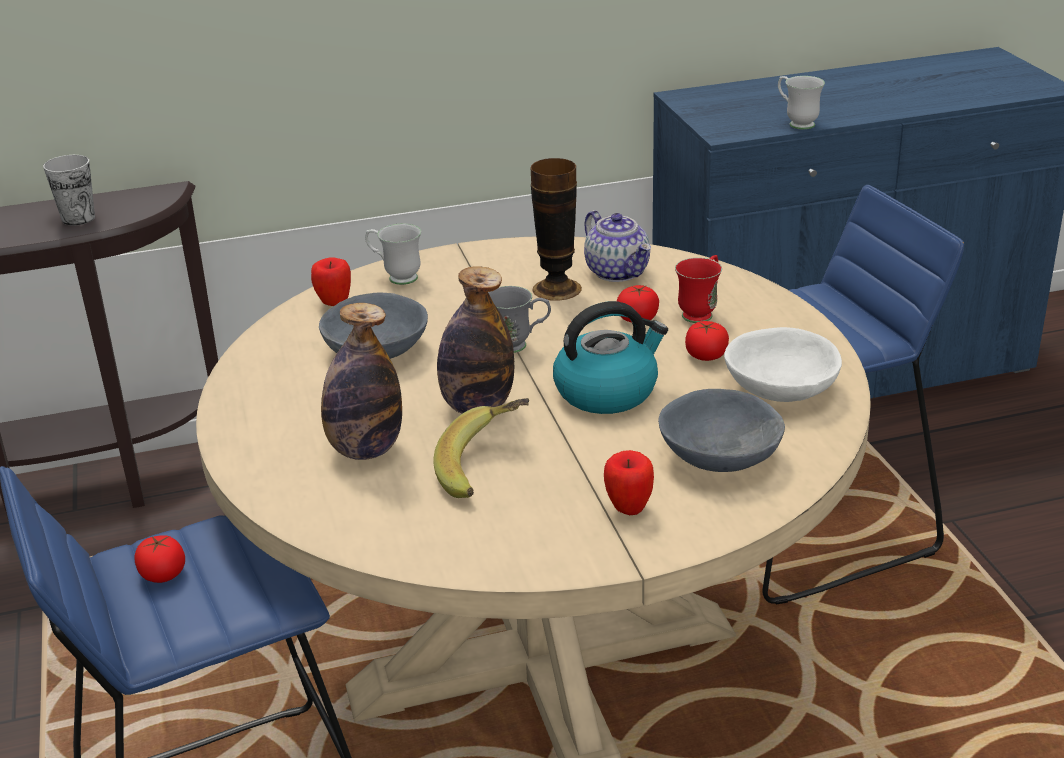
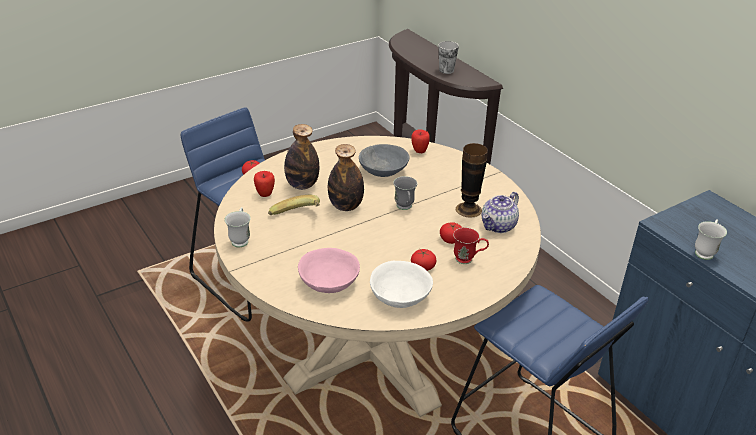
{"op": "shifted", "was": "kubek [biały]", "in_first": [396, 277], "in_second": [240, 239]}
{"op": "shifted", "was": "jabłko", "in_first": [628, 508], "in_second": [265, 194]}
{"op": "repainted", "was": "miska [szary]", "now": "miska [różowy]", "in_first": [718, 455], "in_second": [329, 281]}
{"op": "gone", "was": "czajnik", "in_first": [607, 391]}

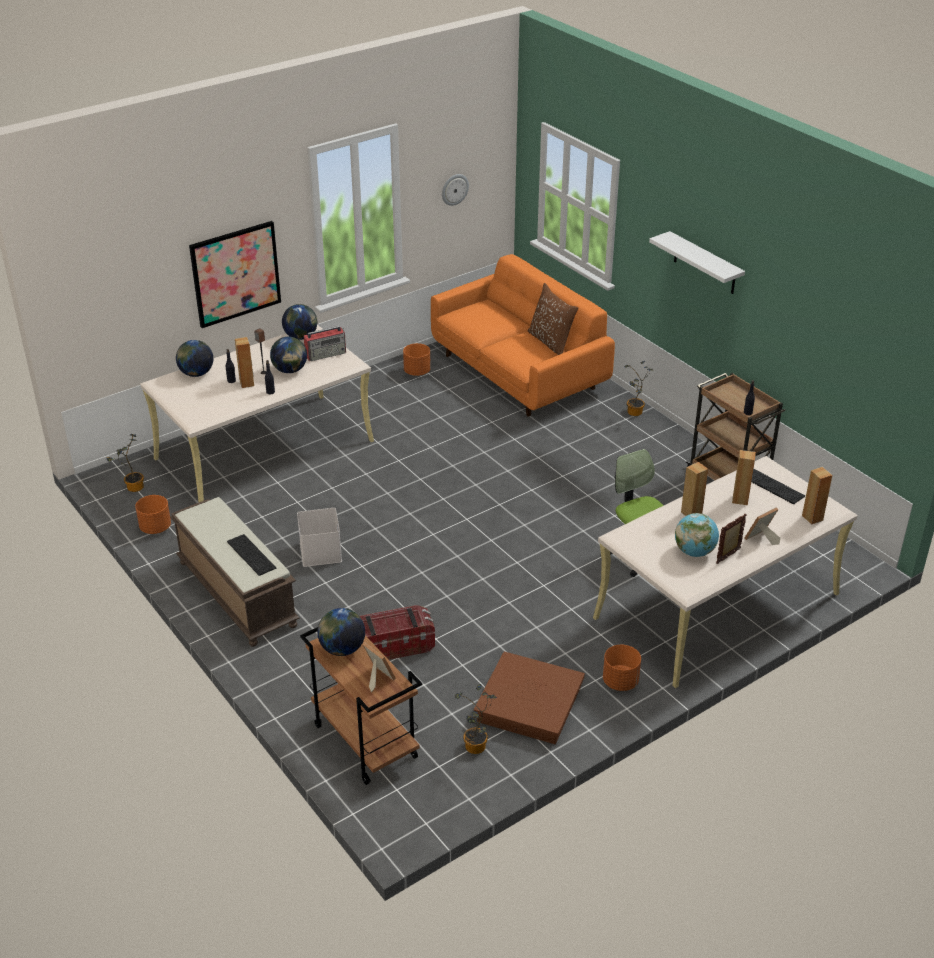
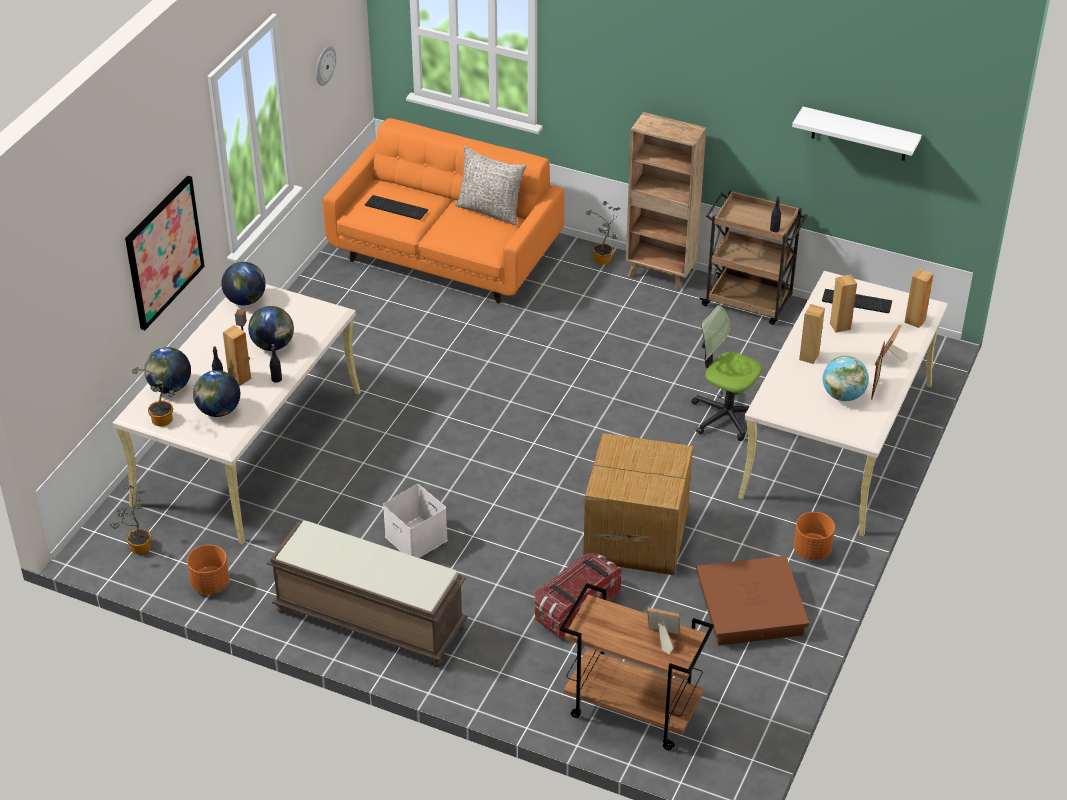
{"op": "shifted", "was": "roślina doniczkowa", "in_first": [475, 749], "in_second": [163, 421]}
{"op": "shifted", "was": "globus", "in_first": [342, 649], "in_second": [218, 411]}
{"op": "shifted", "was": "klawiatura", "in_first": [250, 555], "in_second": [395, 208]}
{"op": "repainted", "was": "poduszka [brązowy]", "now": "poduszka [szary]", "in_first": [551, 342], "in_second": [490, 210]}
{"op": "new", "now": "karton", "in_second": [635, 534]}
{"op": "new", "now": "regał [brązowy]", "in_second": [660, 275]}
{"op": "shifted", "was": "półka [biały]", "in_first": [705, 263], "in_second": [859, 134]}
{"op": "gone", "was": "radio", "in_first": [326, 354]}
{"op": "gone", "was": "donica [pomarańczowy]", "in_first": [417, 372]}

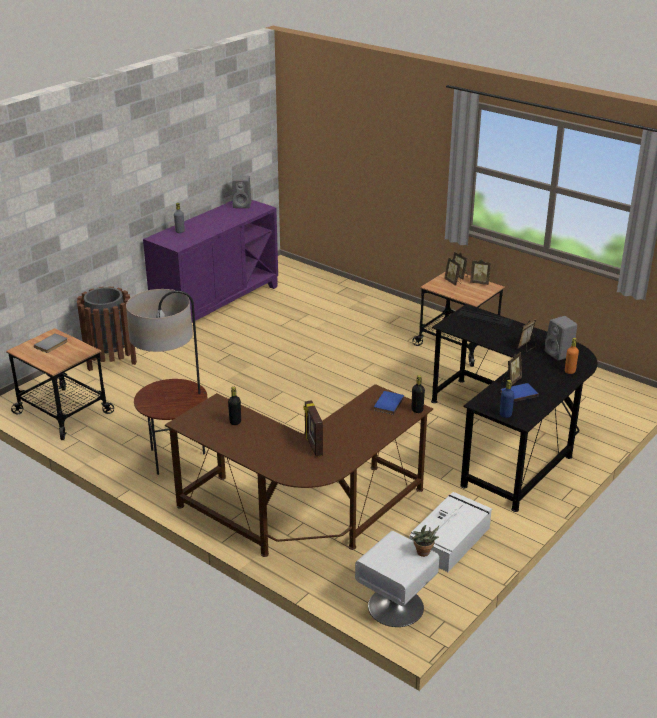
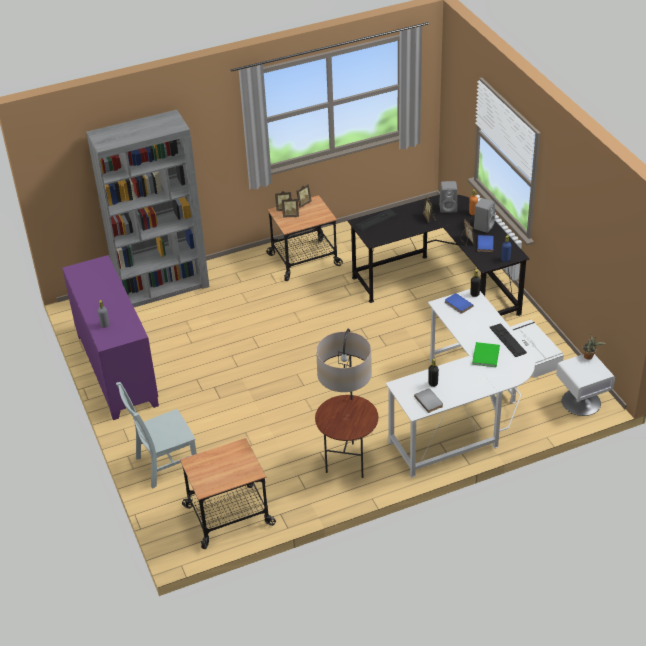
{"op": "new", "now": "regał [szary]", "in_second": [162, 287]}
{"op": "swapped", "was": "kosz na śmieci [brązowy]", "now": "krzesło [szary]", "in_first": [111, 361], "in_second": [164, 464]}
{"op": "repainted", "was": "biurko [brązowy]", "now": "biurko [biały]", "in_first": [304, 515], "in_second": [464, 413]}
{"op": "shifted", "was": "książka [szary]", "in_first": [52, 344], "in_second": [429, 401]}
{"op": "swapped", "was": "ramka na zdjęcie", "now": "książka [zielony]", "in_first": [313, 445], "in_second": [486, 355]}
{"op": "shifted", "was": "głośnik [szary]", "in_first": [242, 205], "in_second": [484, 226]}
{"op": "new", "now": "klawiatura", "in_second": [508, 340]}

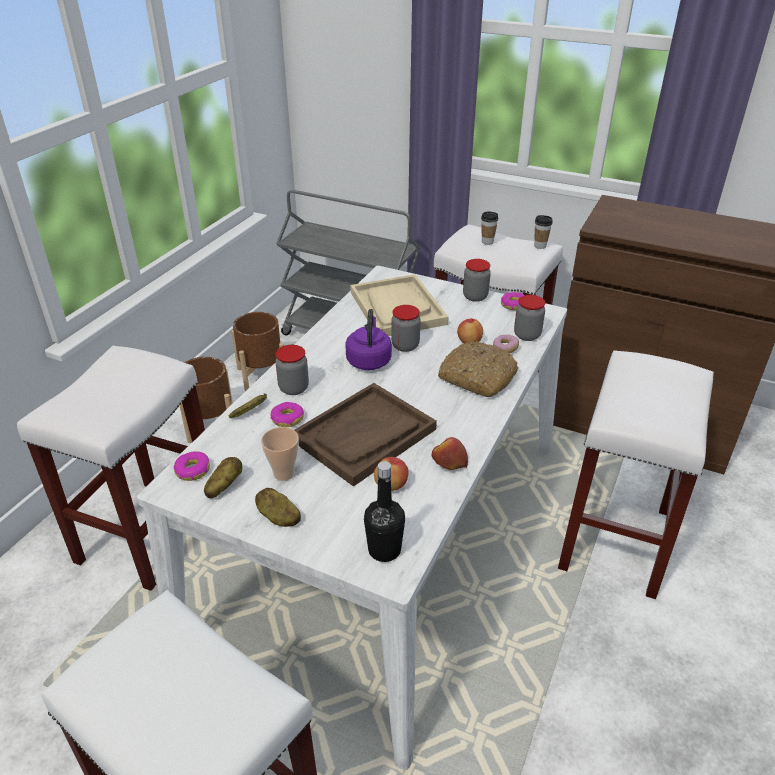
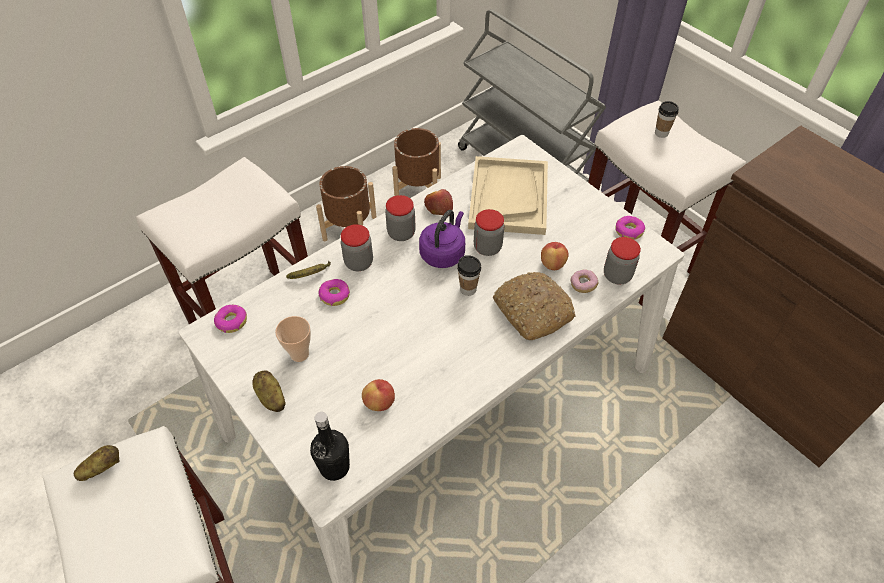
{"op": "shifted", "was": "ziemniak", "in_first": [224, 486], "in_second": [101, 468]}
{"op": "shifted", "was": "słoik", "in_first": [475, 296], "in_second": [401, 233]}
{"op": "shifted", "was": "jabłko", "in_first": [449, 462], "in_second": [438, 208]}
{"op": "shifted", "was": "filiżanka", "in_first": [540, 246], "in_second": [468, 289]}
{"op": "gone", "was": "taca [brązowy]", "in_first": [364, 435]}
{"op": "gone", "was": "stołek [biały]", "in_first": [616, 540]}

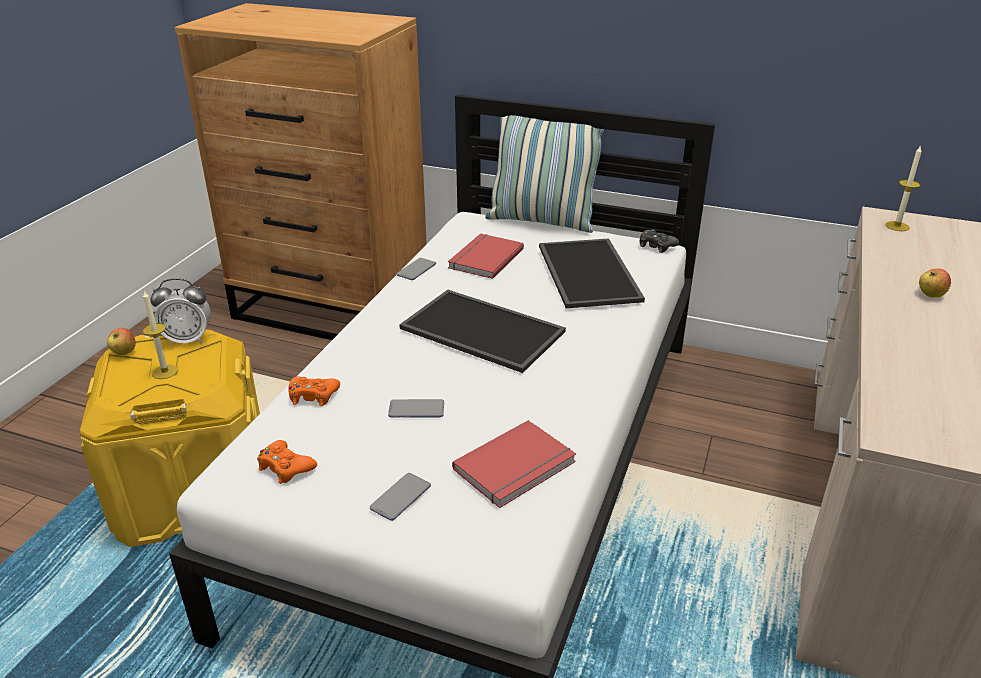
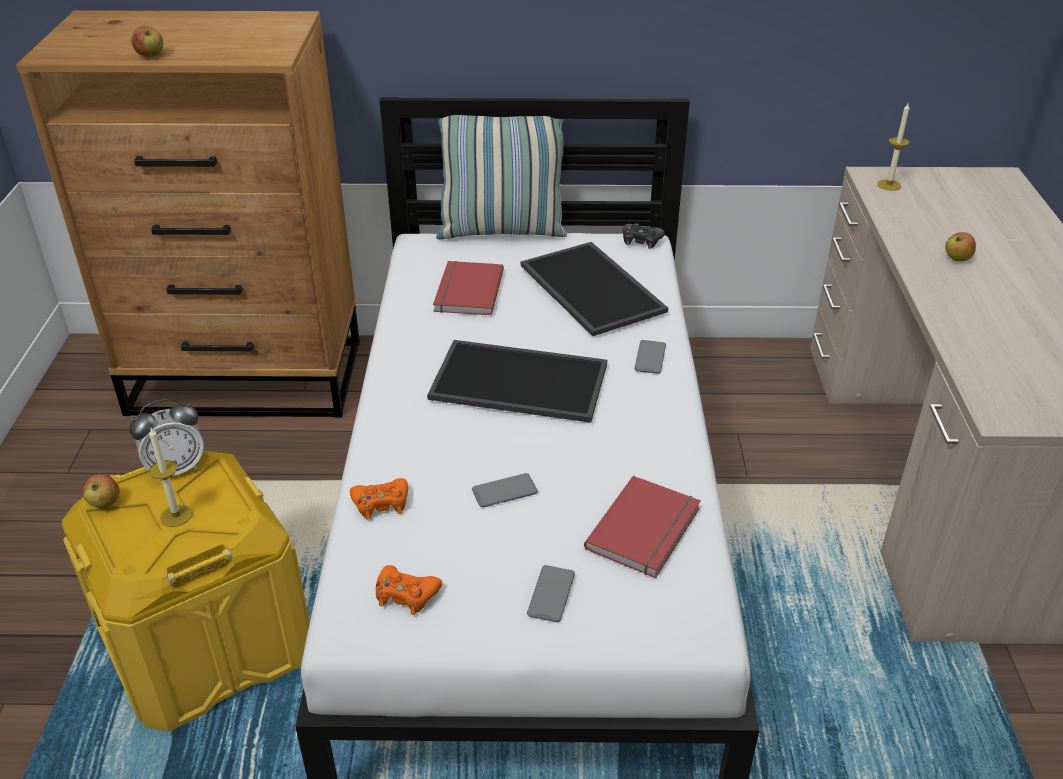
{"op": "new", "now": "jabłko", "in_second": [150, 55]}
{"op": "shifted", "was": "telefon", "in_first": [416, 270], "in_second": [650, 358]}

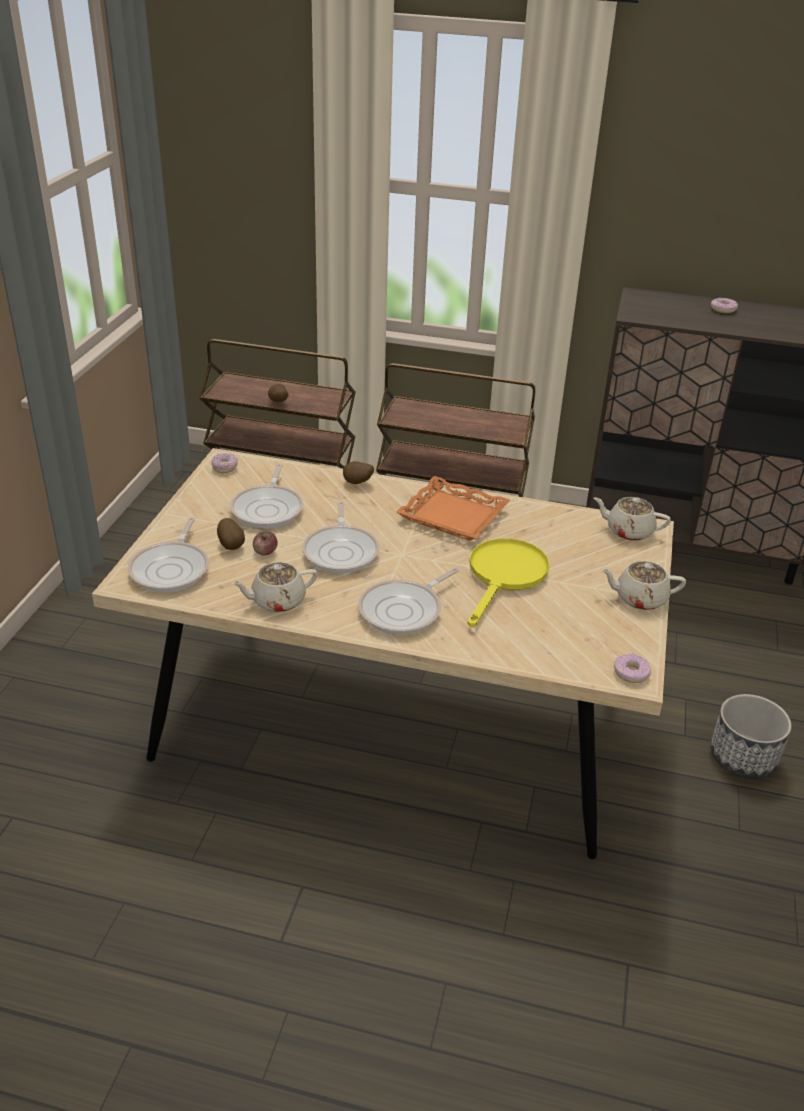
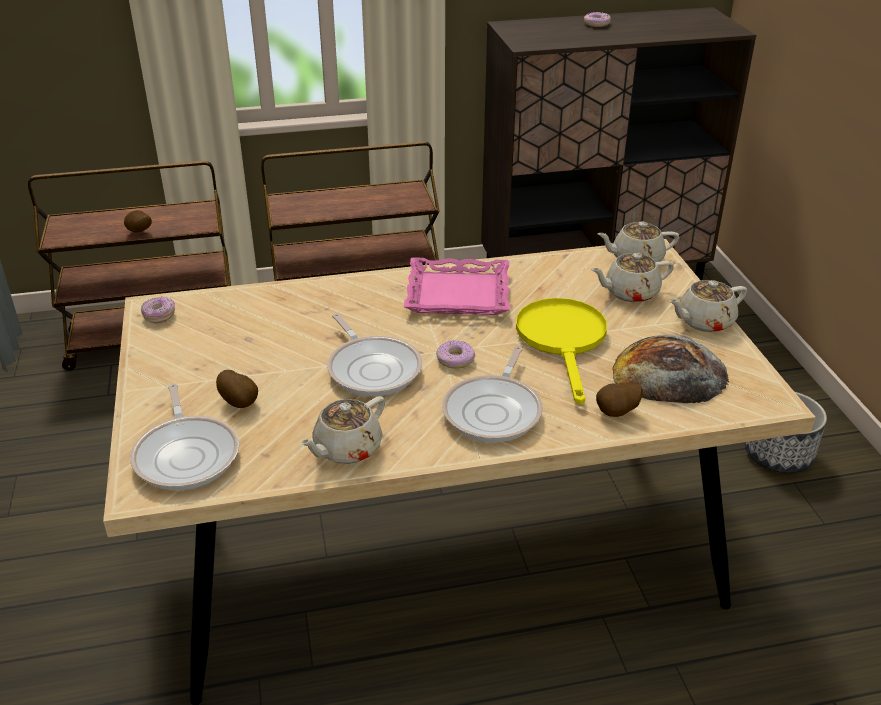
{"op": "repainted", "was": "taca [pomarańczowy]", "now": "taca [różowy]", "in_first": [452, 516], "in_second": [457, 295]}
{"op": "shifted", "was": "donut", "in_first": [631, 673], "in_second": [455, 360]}
{"op": "new", "now": "imbryk [beżowy]", "in_second": [630, 293]}
{"op": "shifted", "was": "ziemniak", "in_first": [357, 483], "in_second": [617, 413]}
{"op": "new", "now": "chleb", "in_second": [669, 374]}
{"op": "gone", "was": "patelnia", "in_first": [269, 508]}
{"op": "gone", "was": "jabłko", "in_first": [265, 552]}

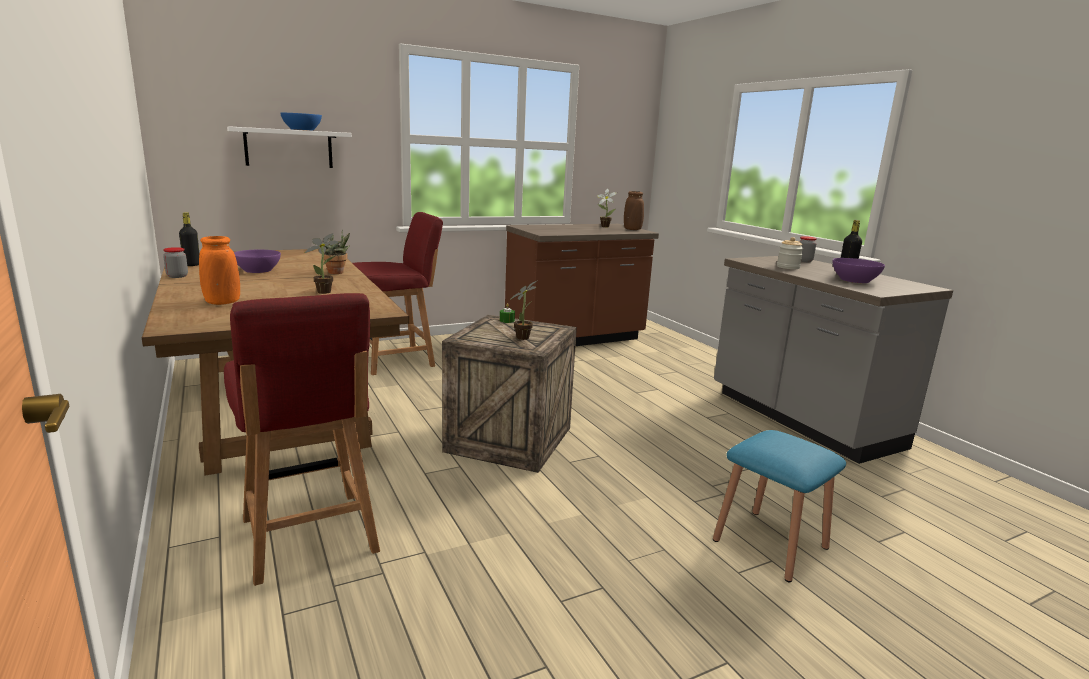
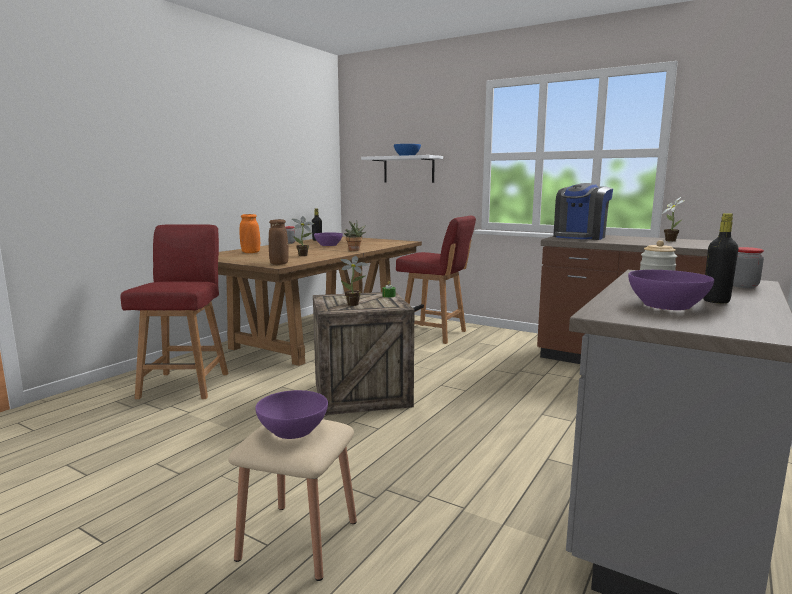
{"op": "rotated", "was": "krzesło [czerwony]", "in_first": [309, 537], "in_second": [185, 384], "clockwise": 150}
{"op": "repainted", "was": "stołek [niebieski]", "now": "stołek [beżowy]", "in_first": [770, 544], "in_second": [298, 539]}
{"op": "new", "now": "miska [fioletowy]", "in_second": [293, 430]}
{"op": "shifted", "was": "wazon [brązowy]", "in_first": [632, 229], "in_second": [279, 264]}
{"op": "new", "now": "ekspres do kawy", "in_second": [580, 237]}

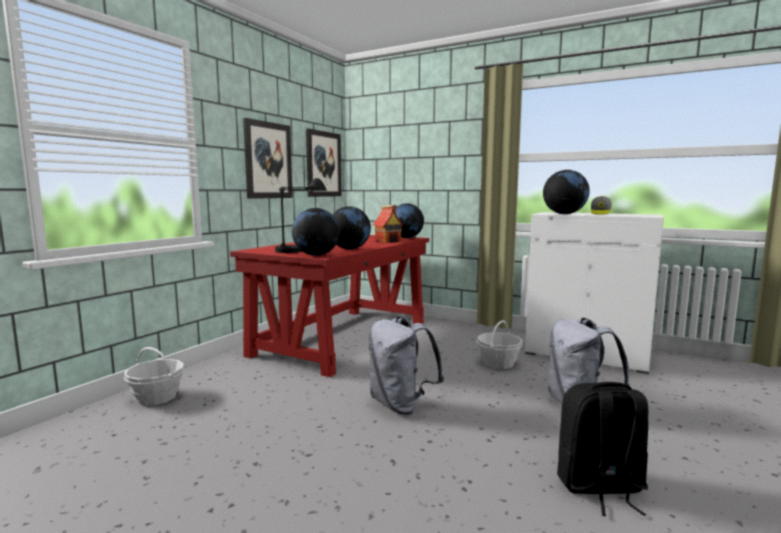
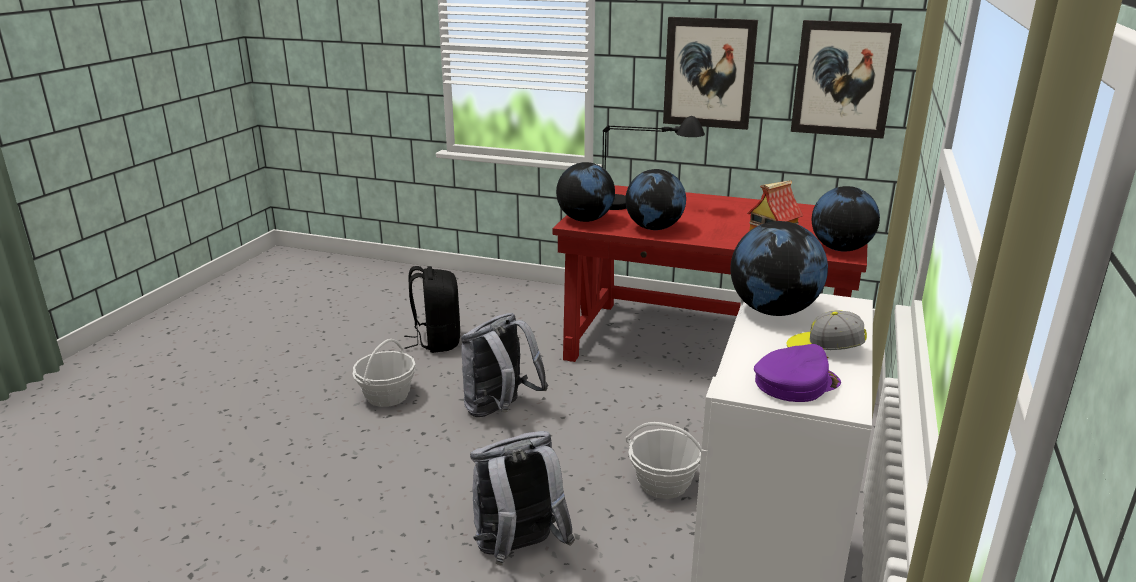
{"op": "shifted", "was": "koszyk", "in_first": [157, 397], "in_second": [387, 396]}
{"op": "shifted", "was": "plecak [czarny]", "in_first": [599, 488], "in_second": [436, 341]}
{"op": "new", "now": "czapka z daszkiem [fioletowy]", "in_second": [795, 382]}

